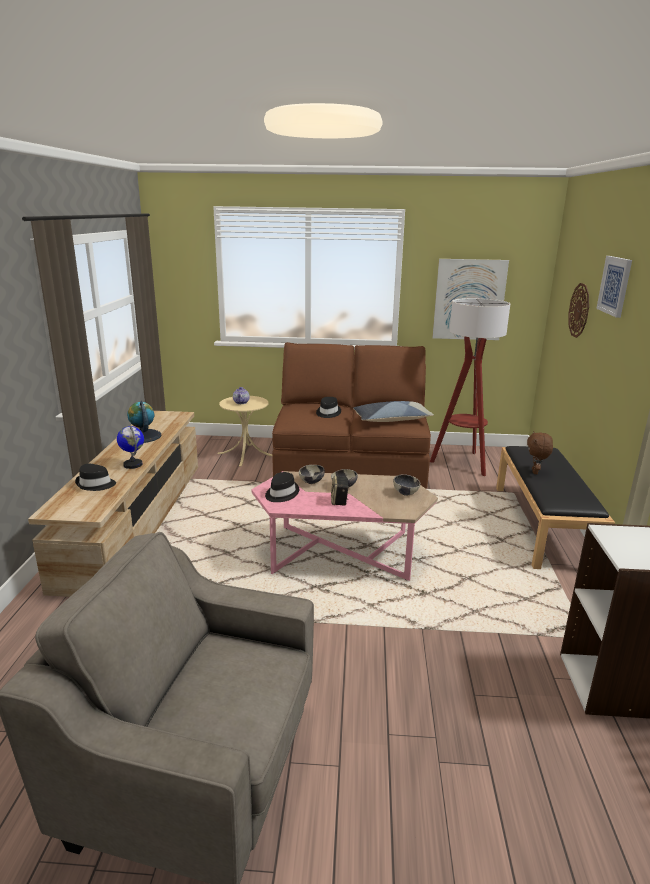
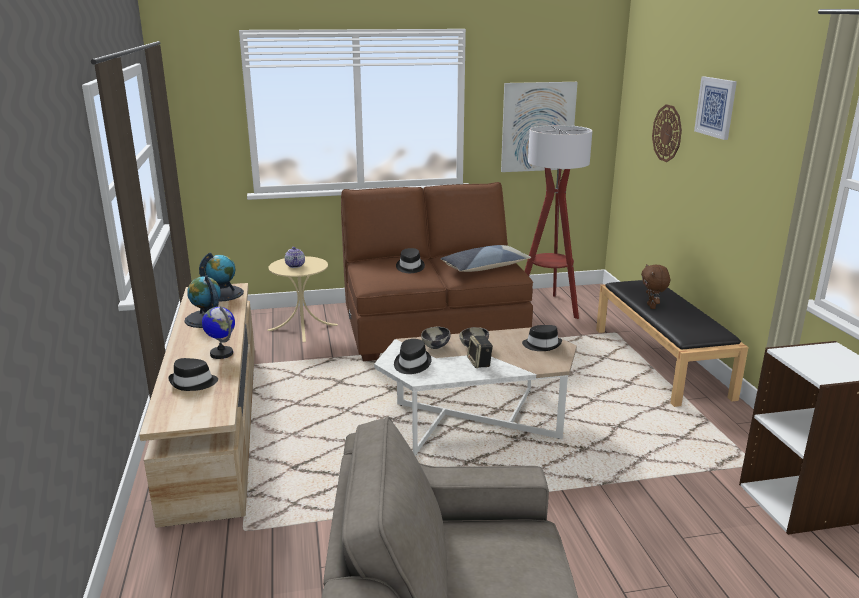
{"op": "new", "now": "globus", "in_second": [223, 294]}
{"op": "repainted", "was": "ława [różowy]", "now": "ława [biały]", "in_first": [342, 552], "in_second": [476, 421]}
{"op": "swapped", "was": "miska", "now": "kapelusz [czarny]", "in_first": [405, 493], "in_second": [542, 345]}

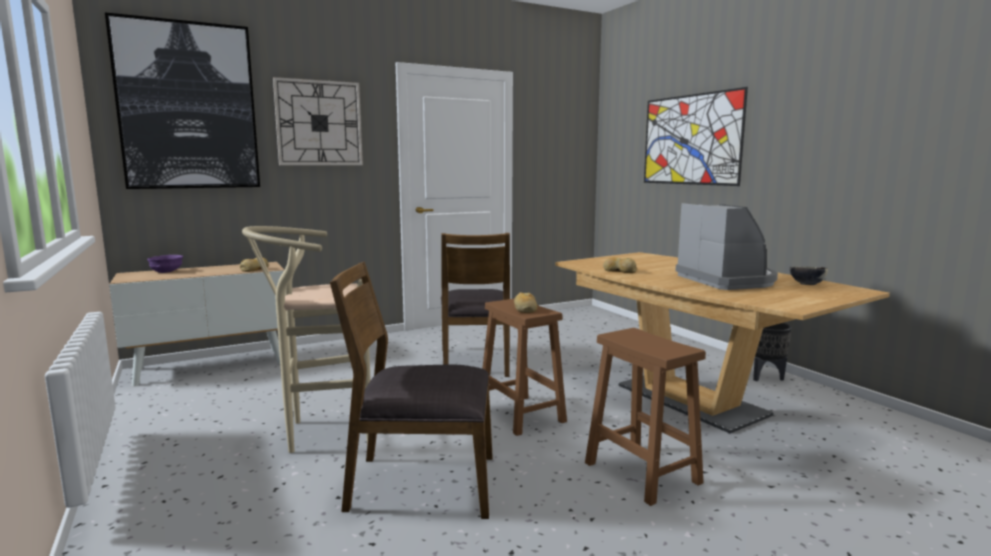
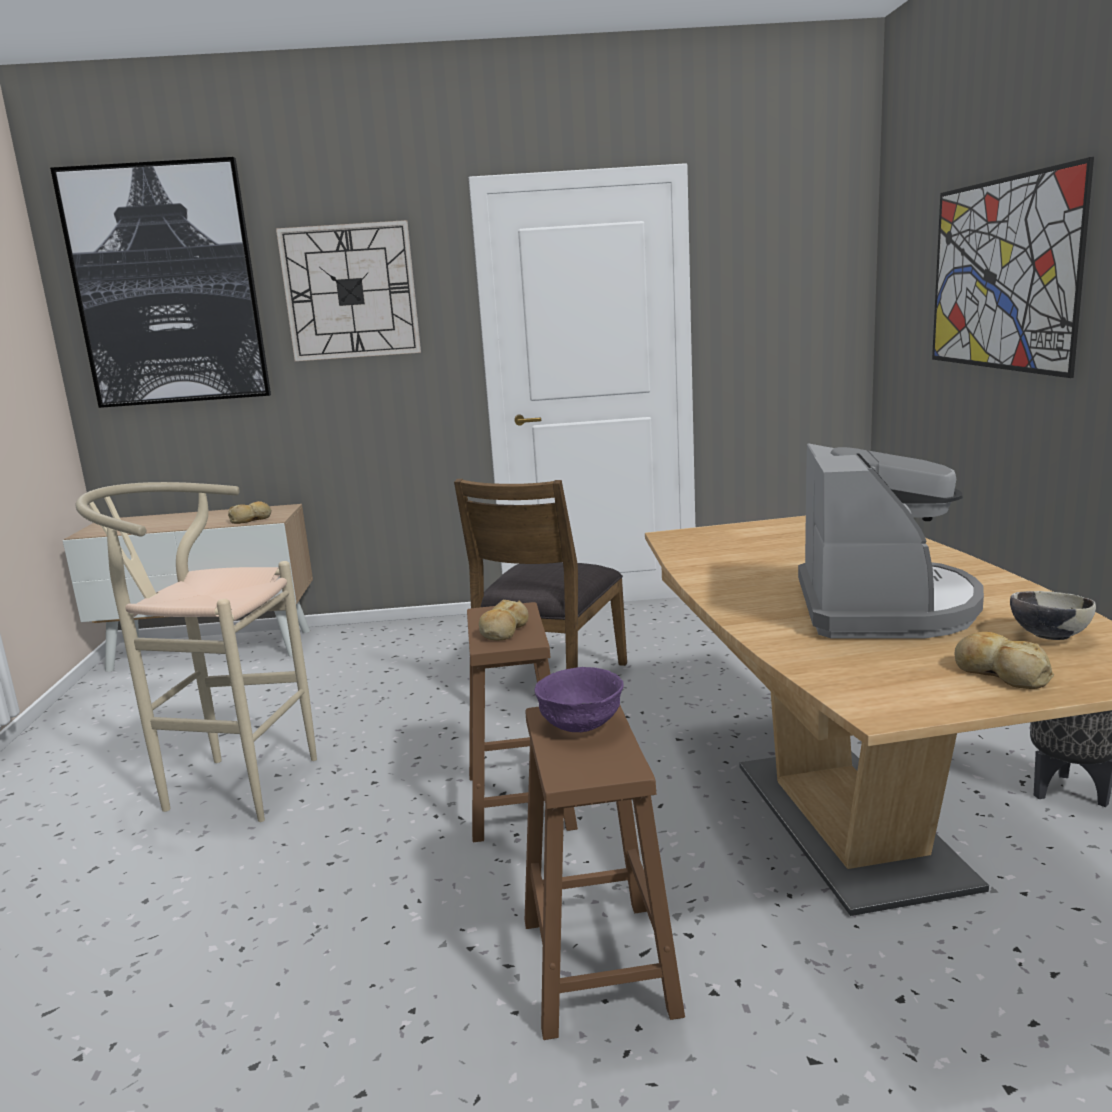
{"op": "shifted", "was": "miska [fioletowy]", "in_first": [167, 271], "in_second": [582, 724]}
{"op": "shifted", "was": "chleb", "in_first": [619, 271], "in_second": [1000, 673]}
{"op": "gone", "was": "krzesło [brązowy]", "in_first": [421, 483]}

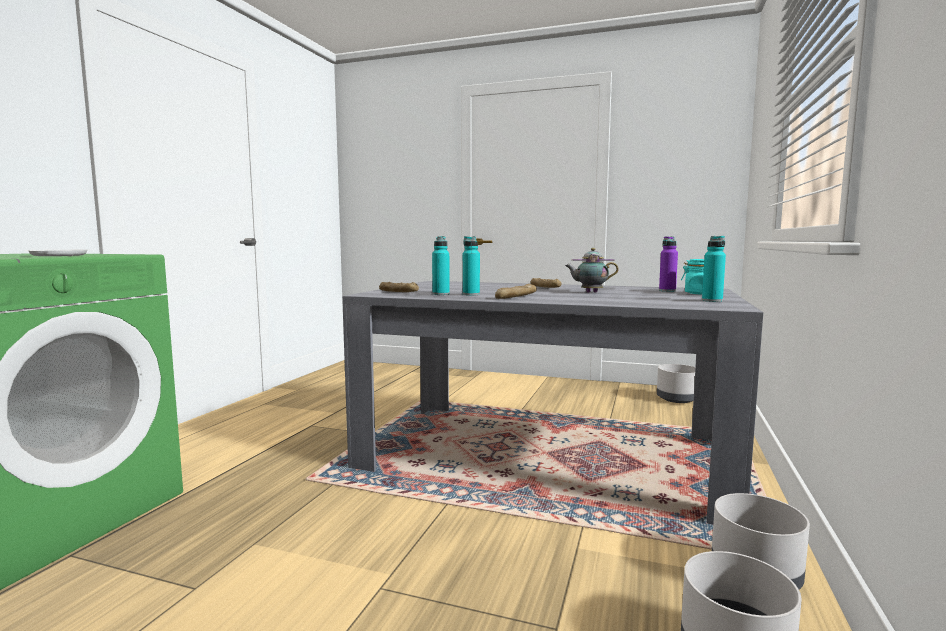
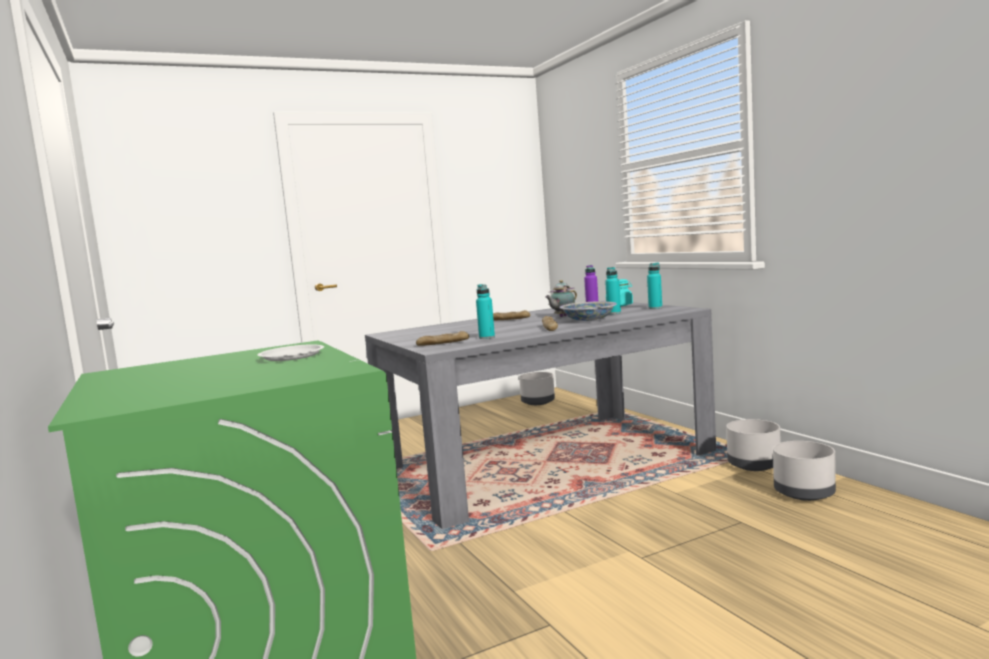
{"op": "new", "now": "miska", "in_second": [588, 320]}
{"op": "shifted", "was": "butelka [turkusowy]", "in_first": [471, 294], "in_second": [614, 313]}

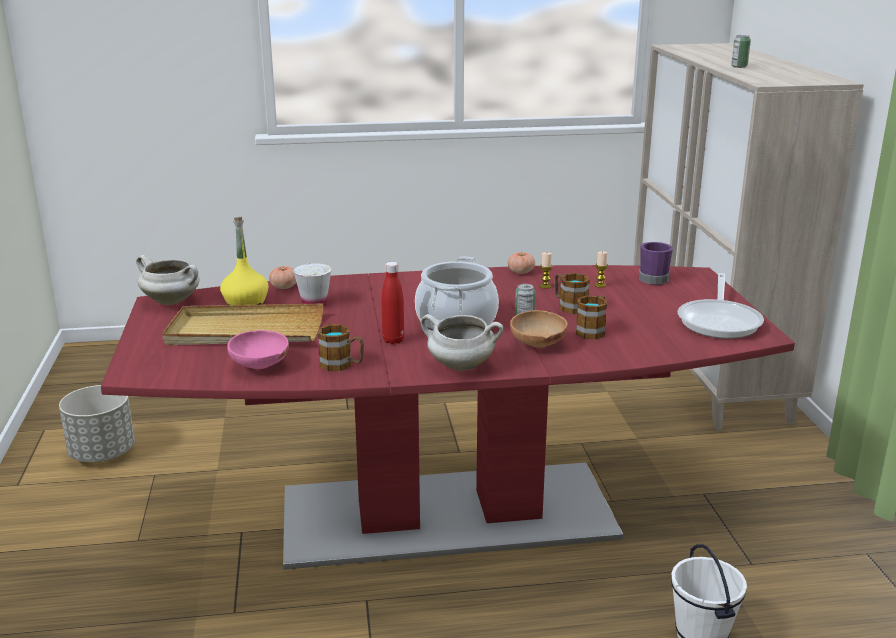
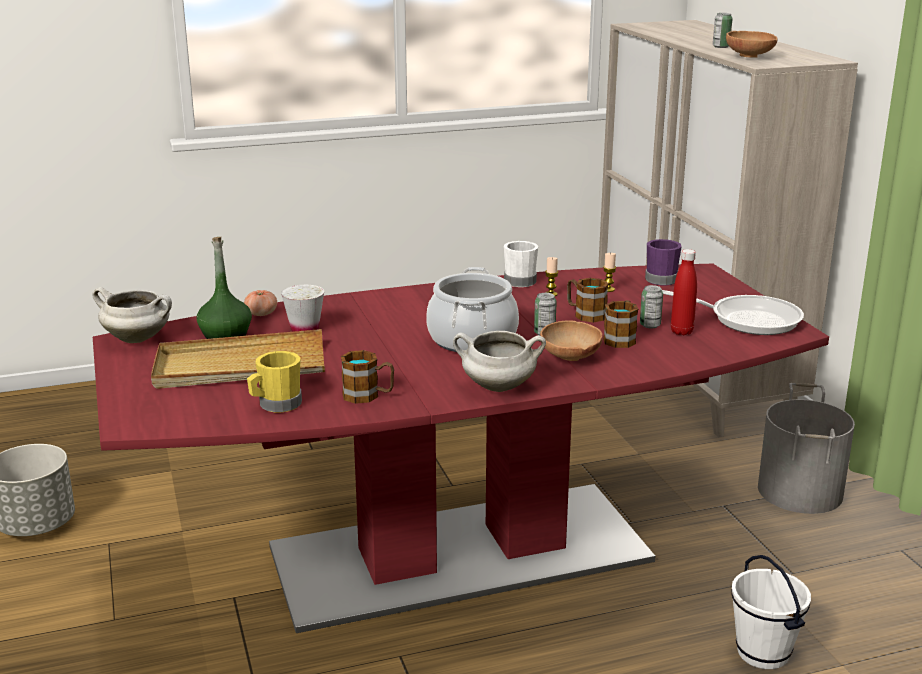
{"op": "repainted", "was": "butelka [żółty]", "now": "butelka [zielony]", "in_first": [245, 303], "in_second": [225, 335]}
{"op": "swapped", "was": "miska [różowy]", "now": "kubek [żółty]", "in_first": [259, 367], "in_second": [276, 405]}
{"op": "swapped", "was": "pomidor", "now": "kubek [biały]", "in_first": [521, 272], "in_second": [518, 280]}
{"op": "new", "now": "puszka", "in_second": [650, 325]}
{"op": "rotated", "was": "patelnia", "in_first": [720, 321], "in_second": [746, 319], "clockwise": -75}
{"op": "shifted", "was": "butelka [czerwony]", "in_first": [393, 340], "in_second": [681, 331]}
{"op": "new", "now": "miska [brązowy]", "in_second": [750, 57]}
{"op": "new", "now": "wiadro [szary]", "in_second": [801, 491]}

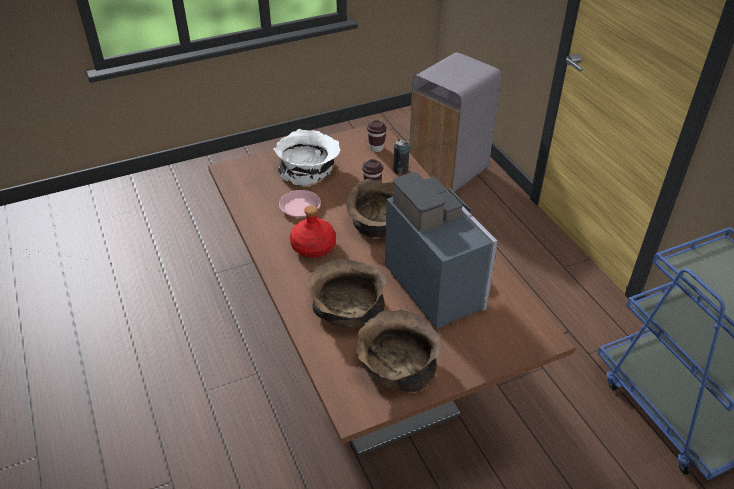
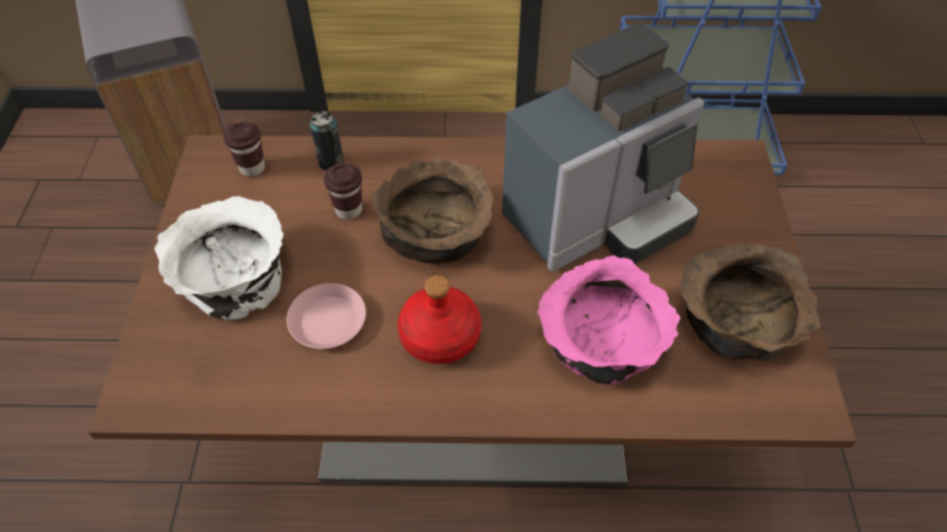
{"op": "rotated", "was": "ekspres do kawy", "in_first": [437, 283], "in_second": [599, 218], "clockwise": 150}
{"op": "repainted", "was": "miska [brązowy]", "now": "miska [różowy]", "in_first": [345, 307], "in_second": [601, 342]}

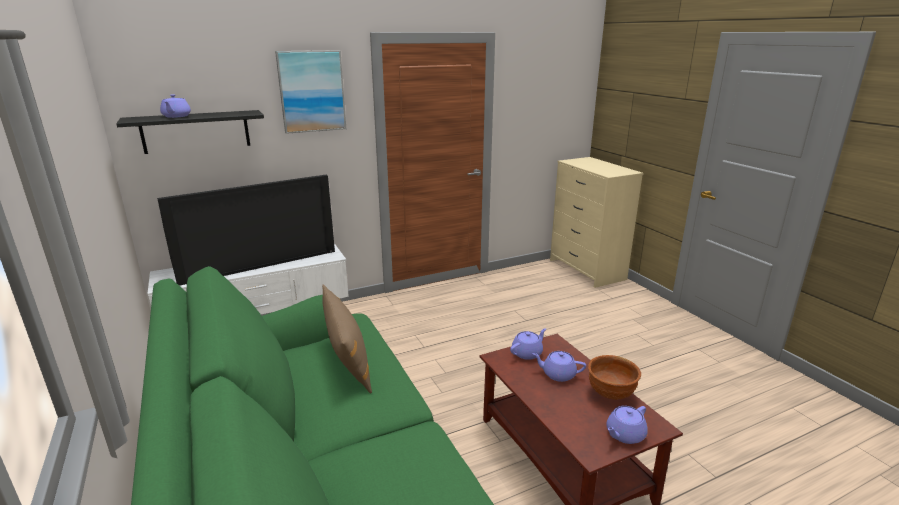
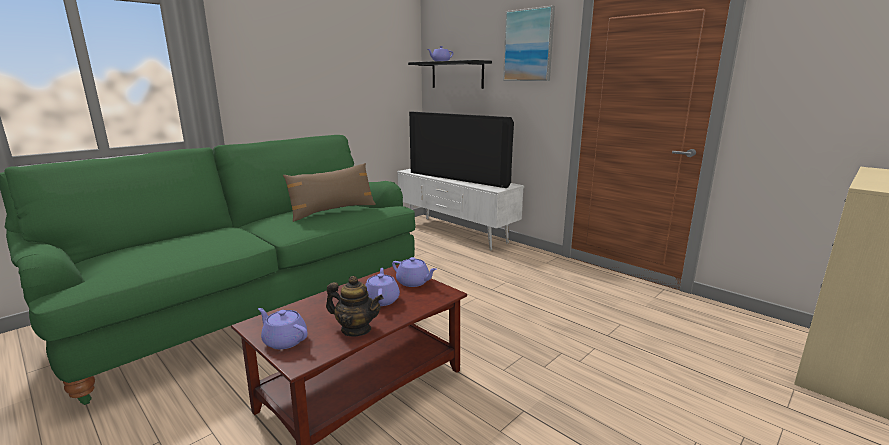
{"op": "swapped", "was": "miska [brązowy]", "now": "imbryk", "in_first": [610, 394], "in_second": [356, 329]}

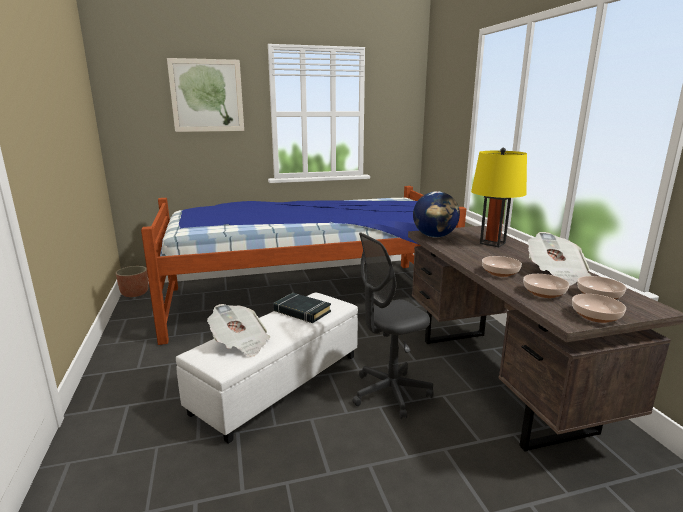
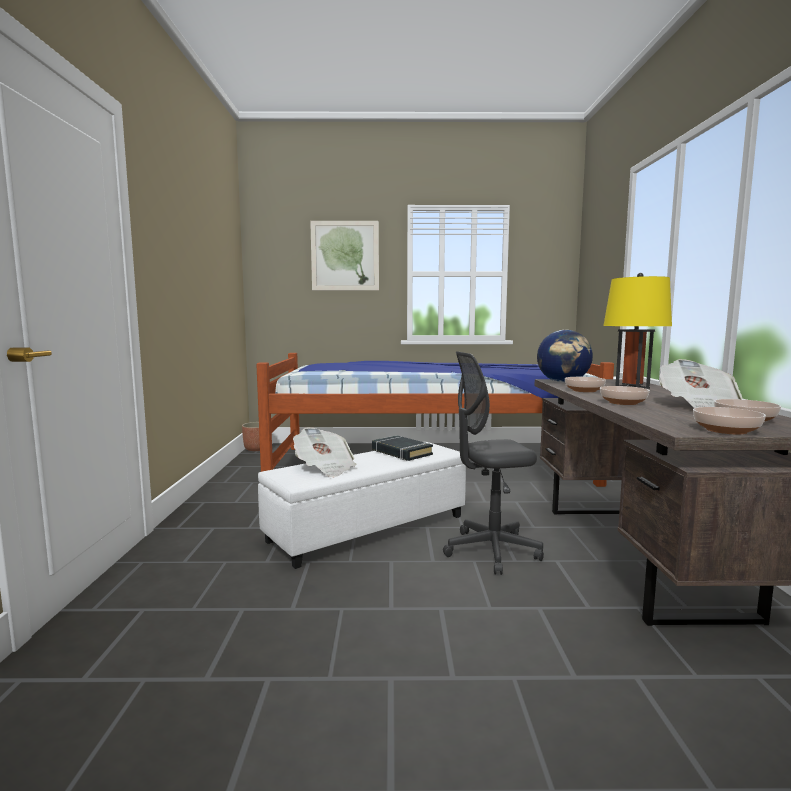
{"op": "shifted", "was": "miska", "in_first": [543, 293], "in_second": [583, 390]}

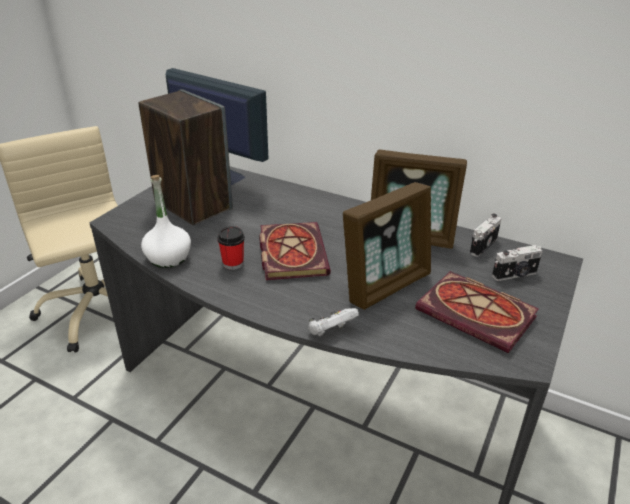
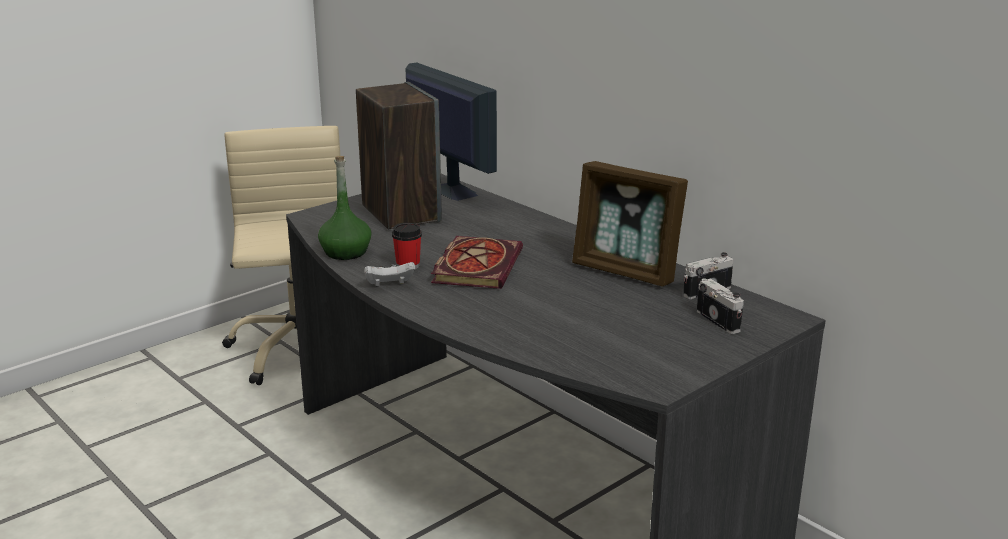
{"op": "repainted", "was": "butelka [biały]", "now": "butelka [zielony]", "in_first": [168, 258], "in_second": [345, 252]}
{"op": "shifted", "was": "pad do gier [biały]", "in_first": [330, 332], "in_second": [389, 286]}
{"op": "rotated", "was": "aparat fotograficzny", "in_first": [515, 275], "in_second": [719, 320], "clockwise": -120}
{"op": "gone", "was": "ramka na zdjęcie", "in_first": [386, 285]}
{"op": "gone", "was": "książka", "in_first": [479, 314]}

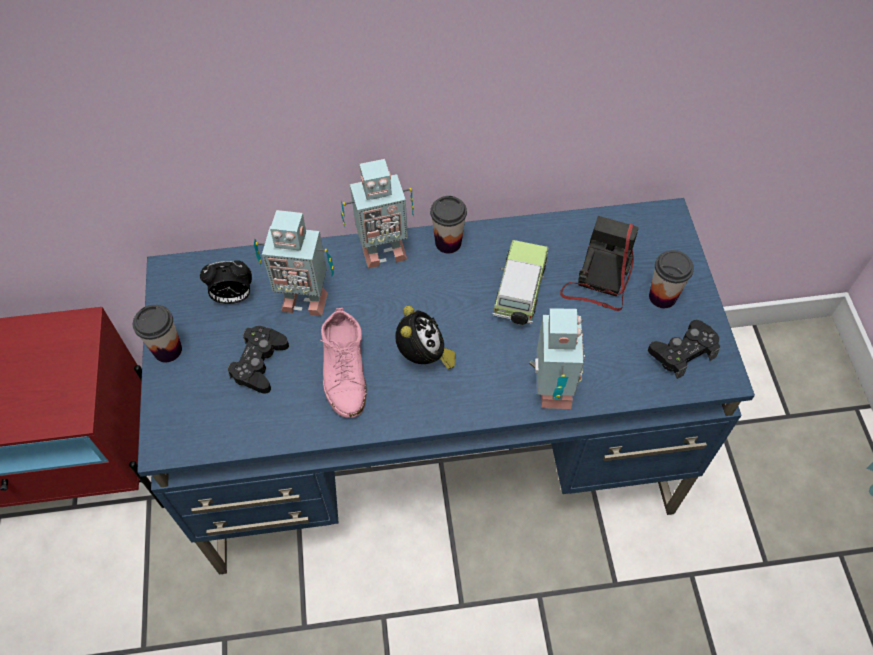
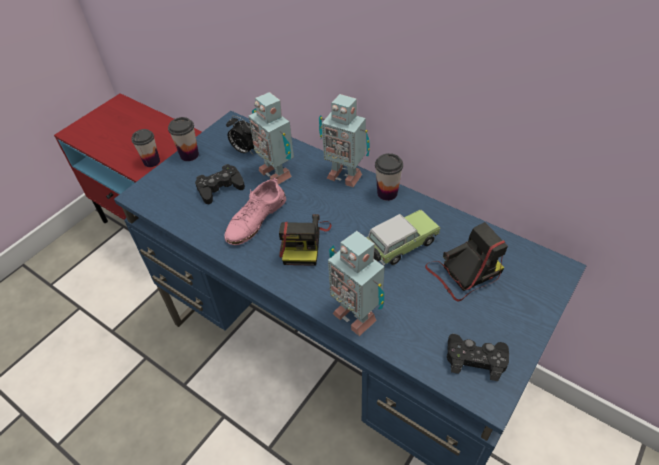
{"op": "shifted", "was": "filiżanka", "in_first": [662, 296], "in_second": [151, 161]}
{"op": "swapped", "was": "budzik", "now": "aparat fotograficzny", "in_first": [424, 357], "in_second": [304, 242]}
{"op": "rotated", "was": "robot zabawkowy", "in_first": [550, 390], "in_second": [355, 314], "clockwise": 90}

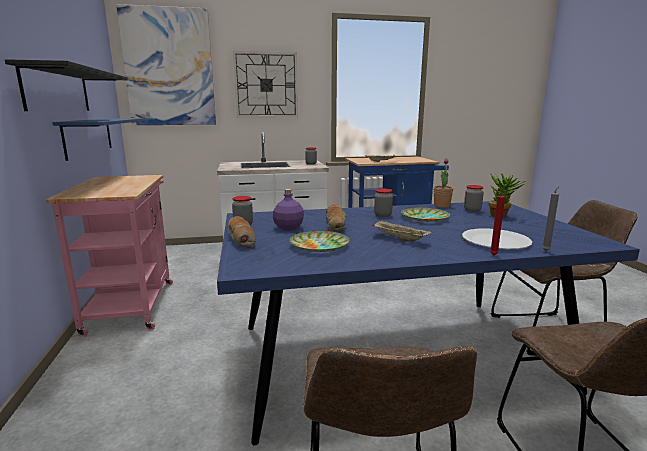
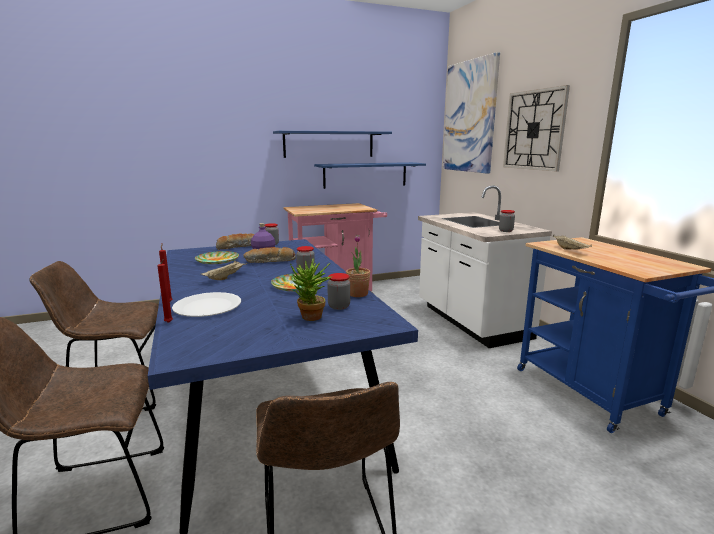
{"op": "repainted", "was": "świeca [szary]", "now": "świeca [czerwony]", "in_first": [546, 250], "in_second": [169, 323]}
{"op": "repainted", "was": "półka [czarny]", "now": "półka [niebieski]", "in_first": [58, 90], "in_second": [329, 144]}

